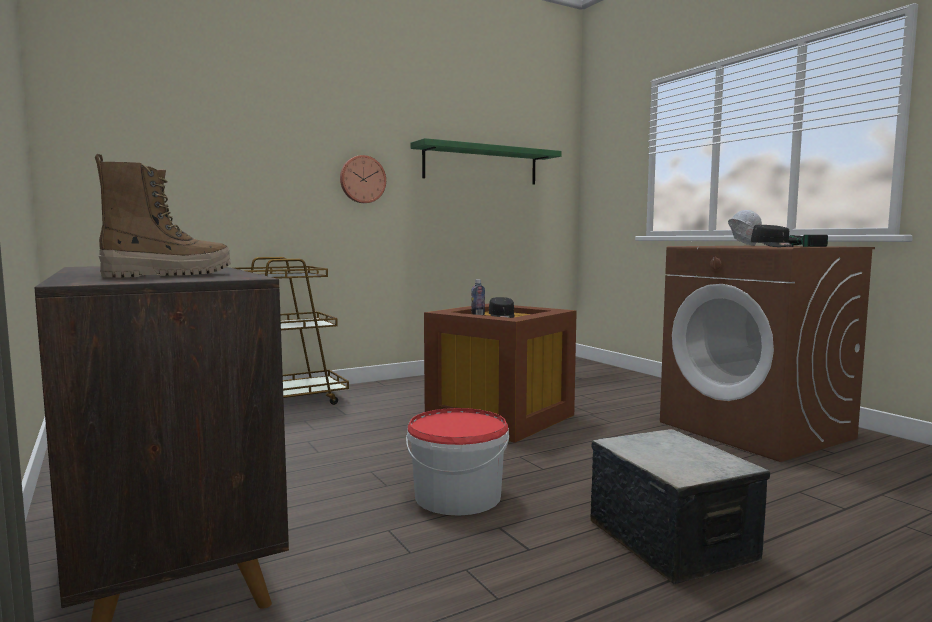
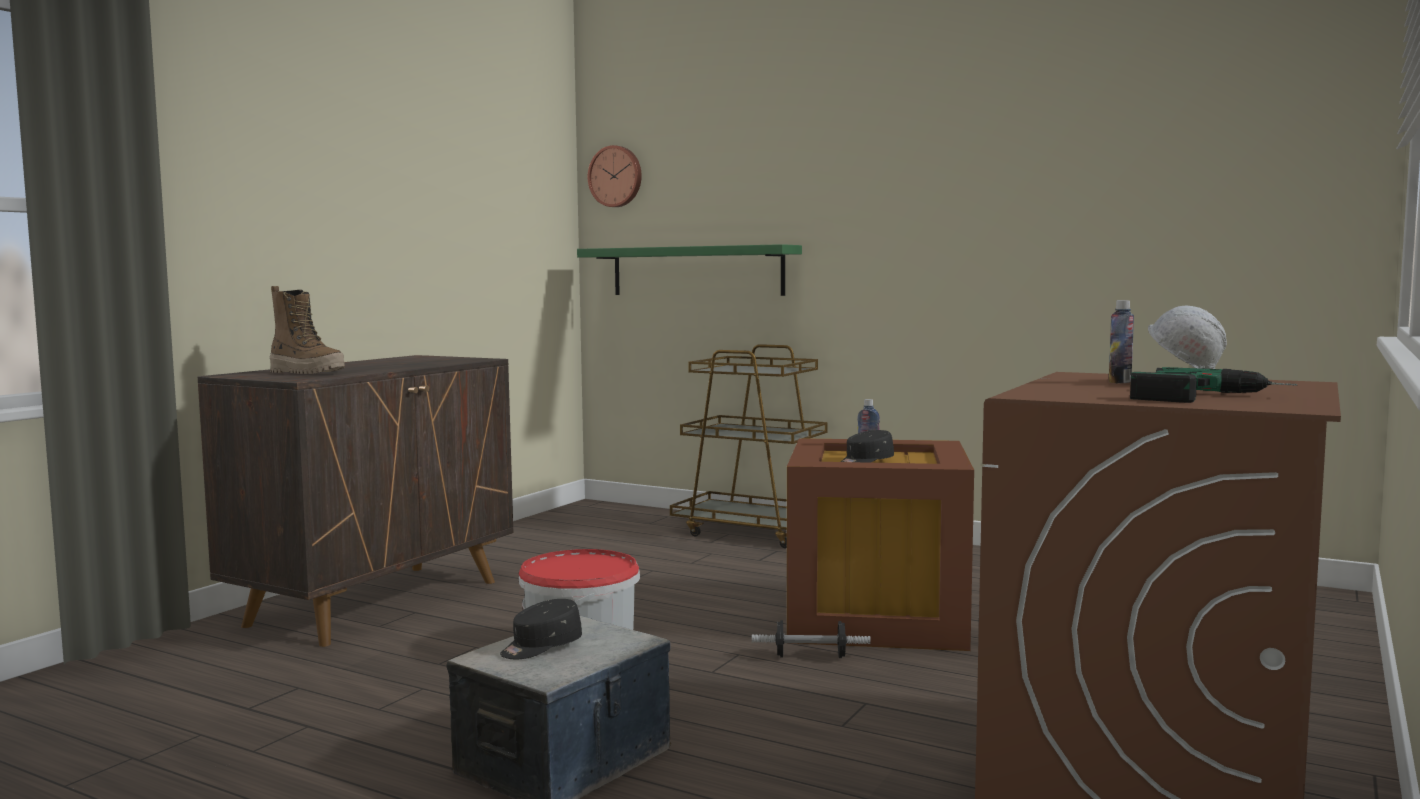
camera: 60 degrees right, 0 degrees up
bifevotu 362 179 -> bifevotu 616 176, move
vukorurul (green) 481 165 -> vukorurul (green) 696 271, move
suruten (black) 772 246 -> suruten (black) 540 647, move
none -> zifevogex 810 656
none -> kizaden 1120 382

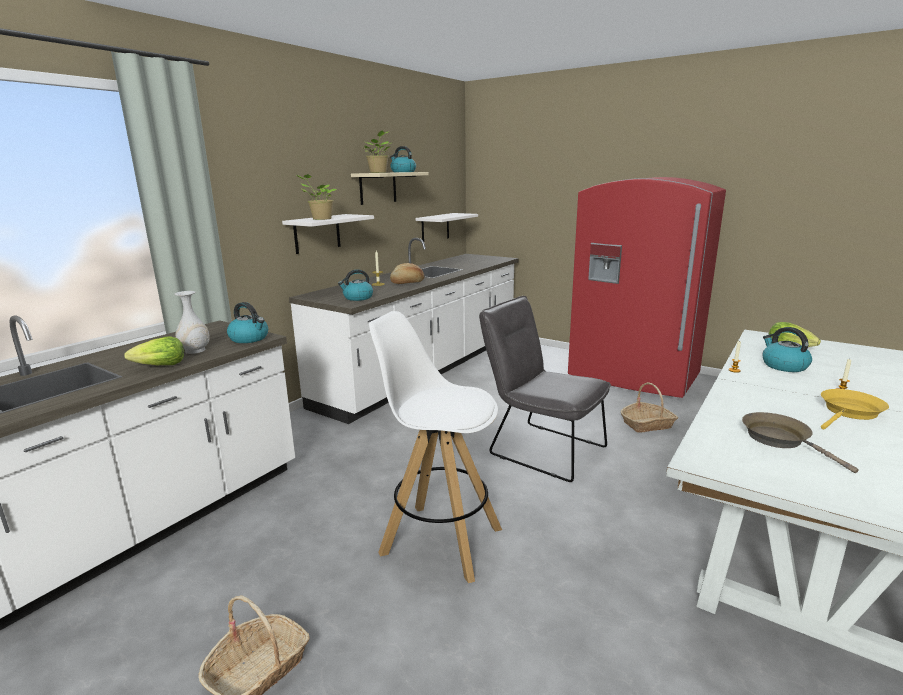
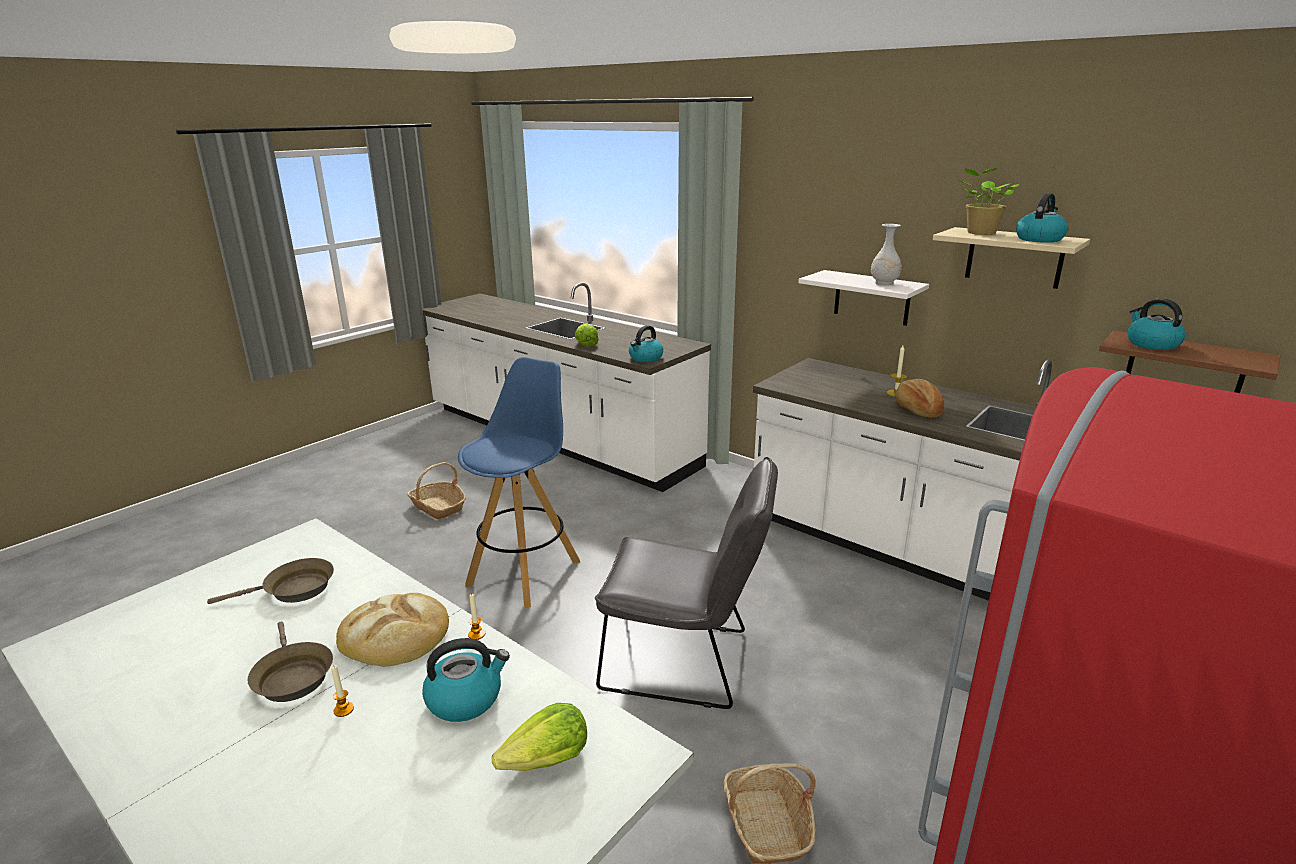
camera: 95 degrees right, 5 degrees up
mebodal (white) 195 350 -> mebodal (white) 884 283, move
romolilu 320 219 -> none
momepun 357 298 -> momepun 1151 344, move
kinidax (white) 440 540 -> kinidax (blue) 525 572
vukorurul (white) 435 228 -> vukorurul (brown) 1184 368
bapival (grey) 540 448 -> bapival (grey) 686 661, 60 degrees clockwise
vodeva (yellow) 849 412 -> vodeva (brown) 292 676
none -> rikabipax 395 634

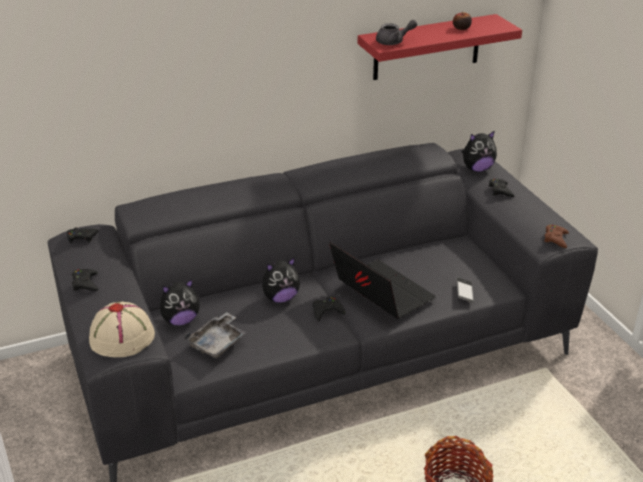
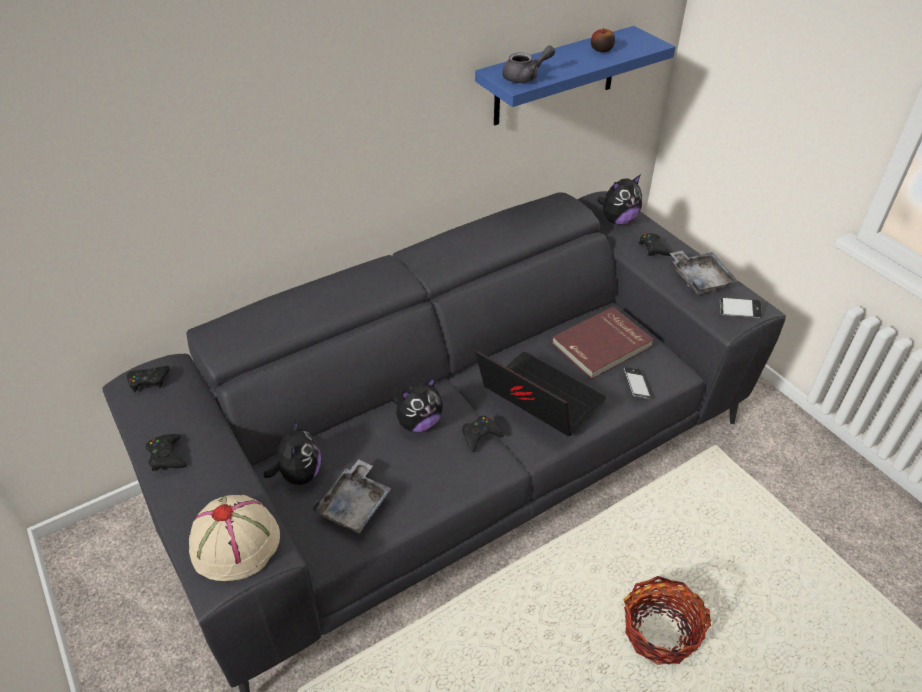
camera: 10 degrees left, 10 degrees up
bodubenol 180 320 -> bodubenol 299 474, 60 degrees counterclockwise
vukorurul (red) 427 47 -> vukorurul (blue) 555 76
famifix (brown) 556 239 -> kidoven 739 310
none -> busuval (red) 603 345
none -> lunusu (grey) 700 279

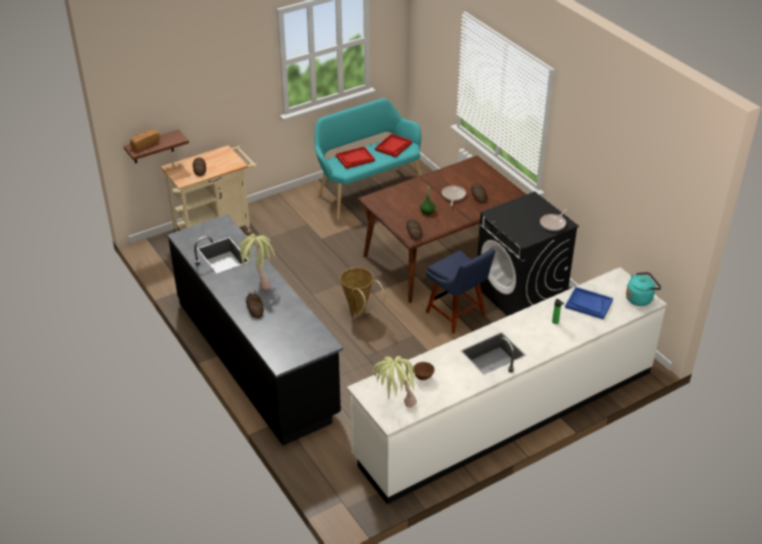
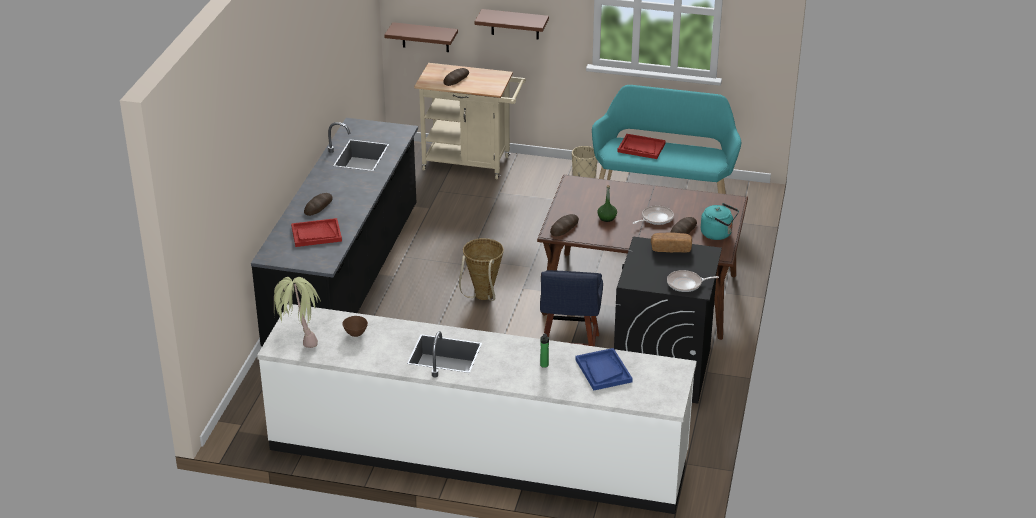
camera: 45 degrees right, 5 degrees down
rikabipax 145 144 -> rikabipax 671 248, move
romolilu 258 281 -> none
lunusu (red) 393 146 -> lunusu (red) 316 234, move
momepun (turquoise) 640 298 -> momepun (turquoise) 718 234, move
none -> vukorurul (brown) 515 24
none -> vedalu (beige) 584 176

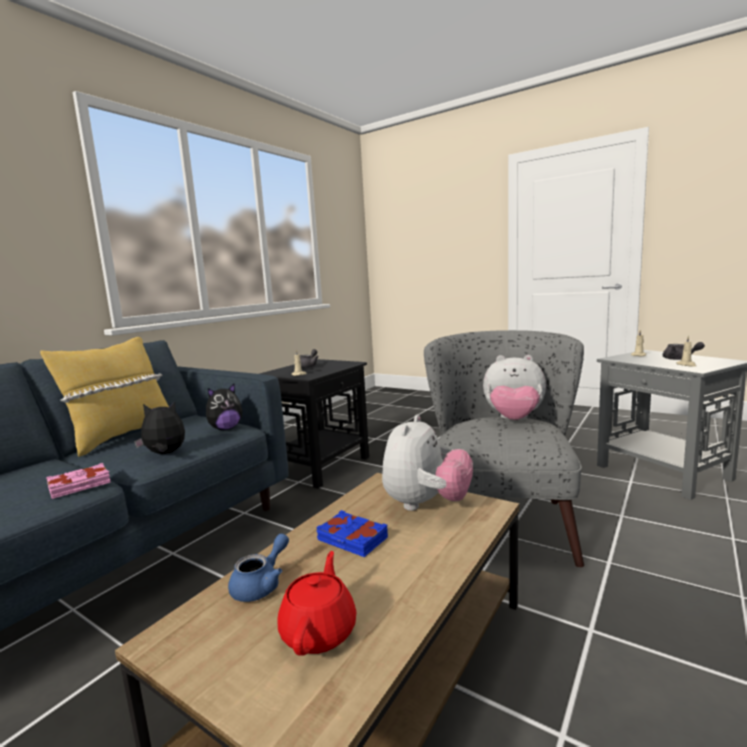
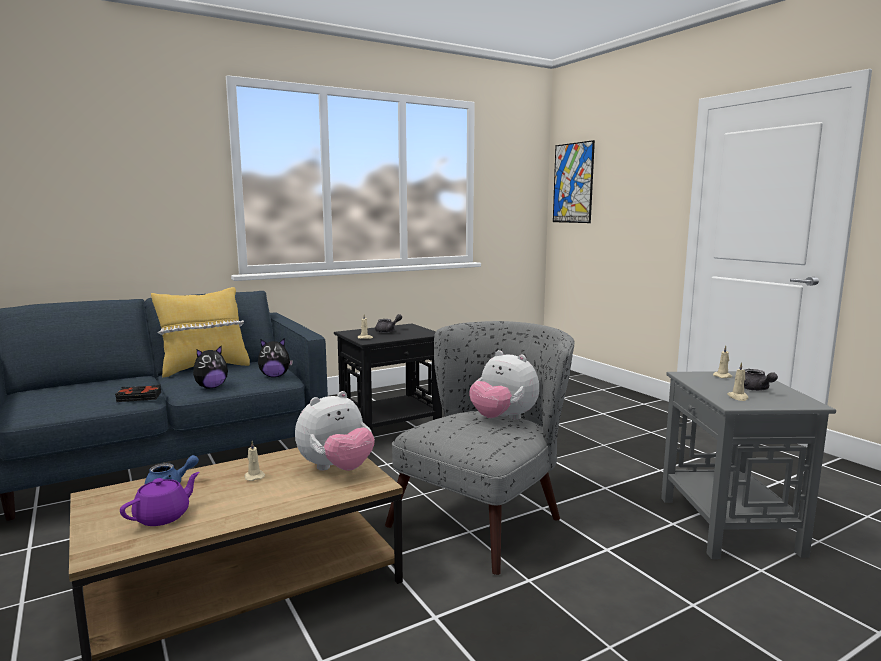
camera: 25 degrees right, 0 degrees up
busuval (pink) 80 486 -> busuval (black) 139 397
bodubenol 165 454 -> bodubenol 211 387, 120 degrees clockwise
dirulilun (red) 319 631 -> dirulilun (purple) 163 516
busuval (blue) 352 539 -> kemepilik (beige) 254 476
none -> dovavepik 573 183

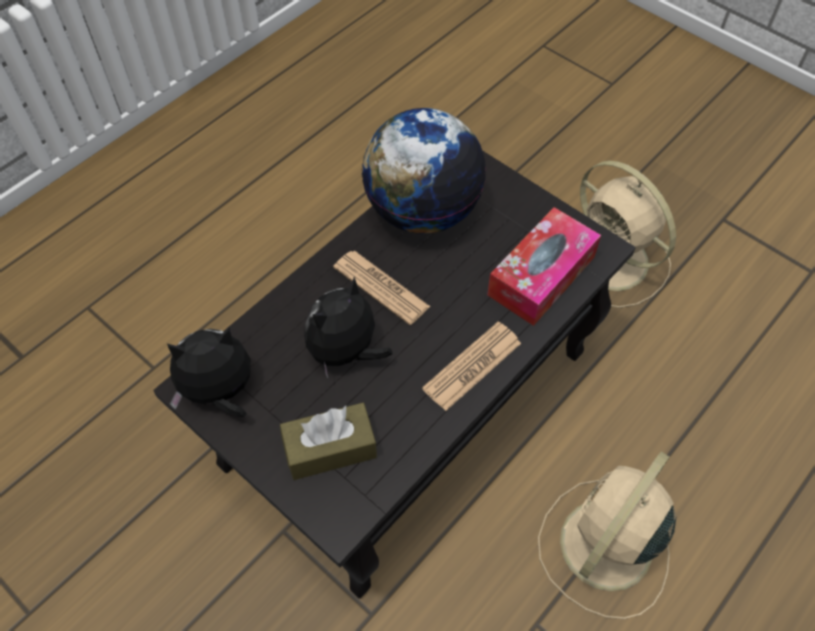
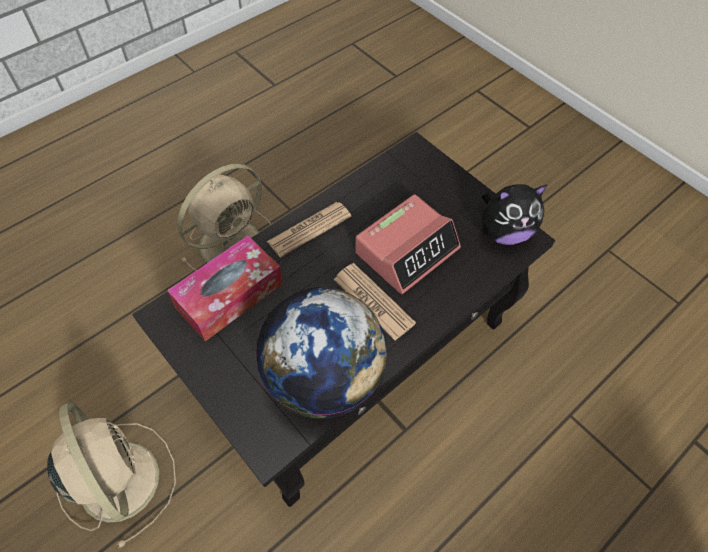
camera: 175 degrees left, 0 degrees up
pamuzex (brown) 330 448 -> none
bodubenol 346 352 -> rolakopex 407 250

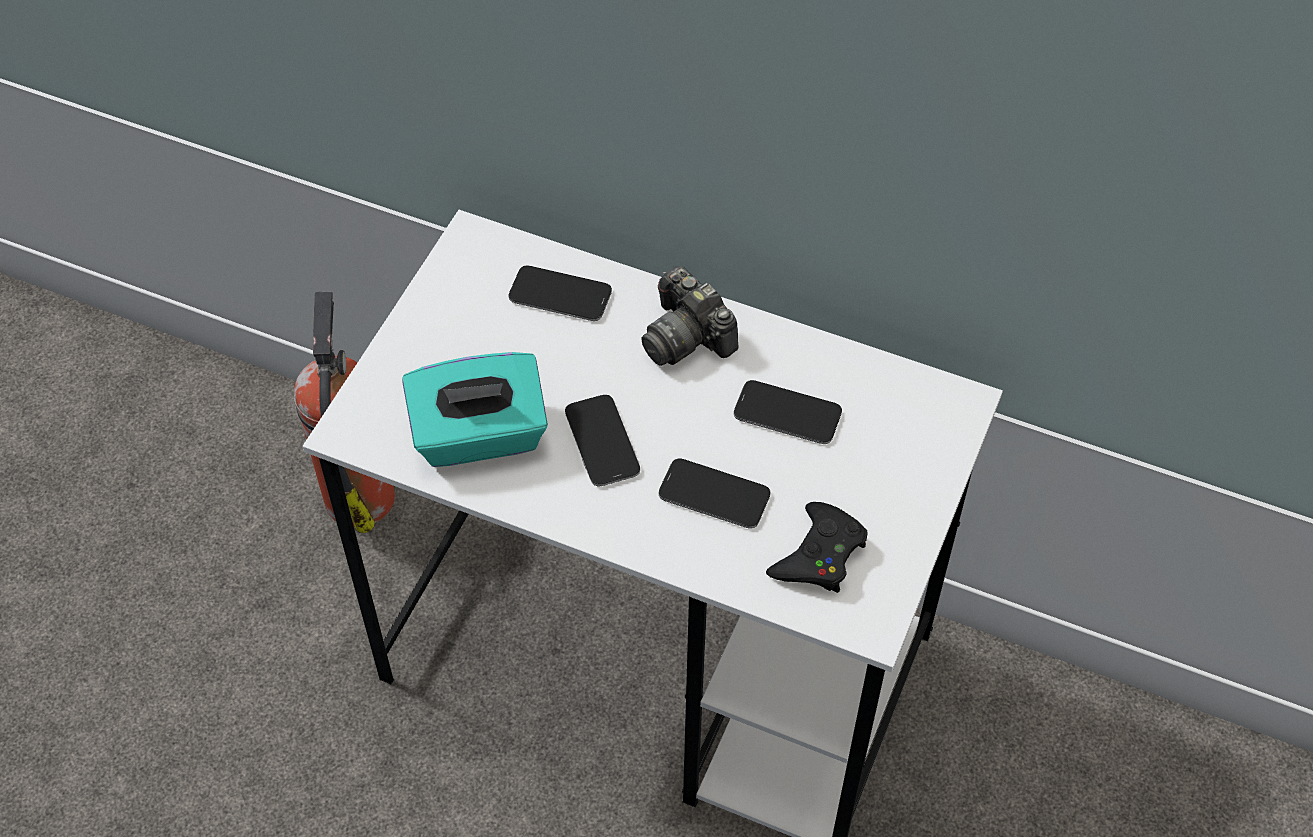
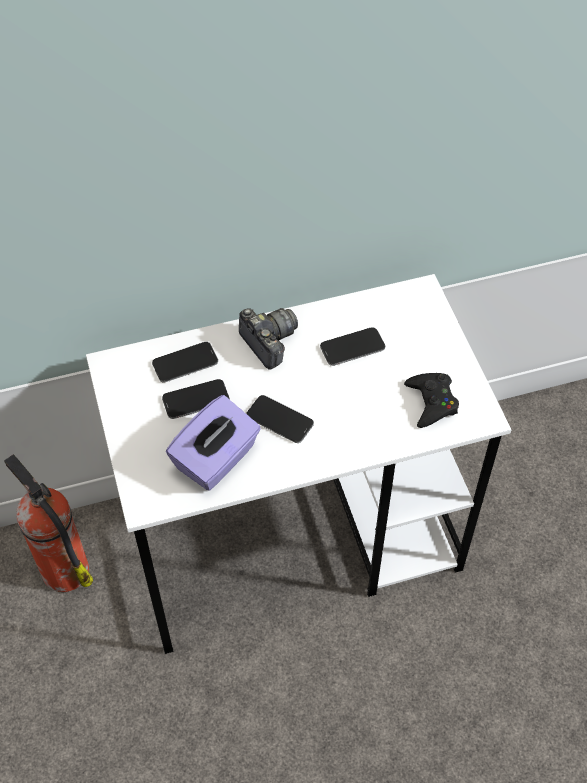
camera: 40 degrees left, 0 degrees up
pamuzex (turquoise) 480 436 -> pamuzex (purple) 216 459
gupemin 686 336 -> gupemin 268 342, 135 degrees counterclockwise
kidoven 714 495 -> kidoven 196 400, move

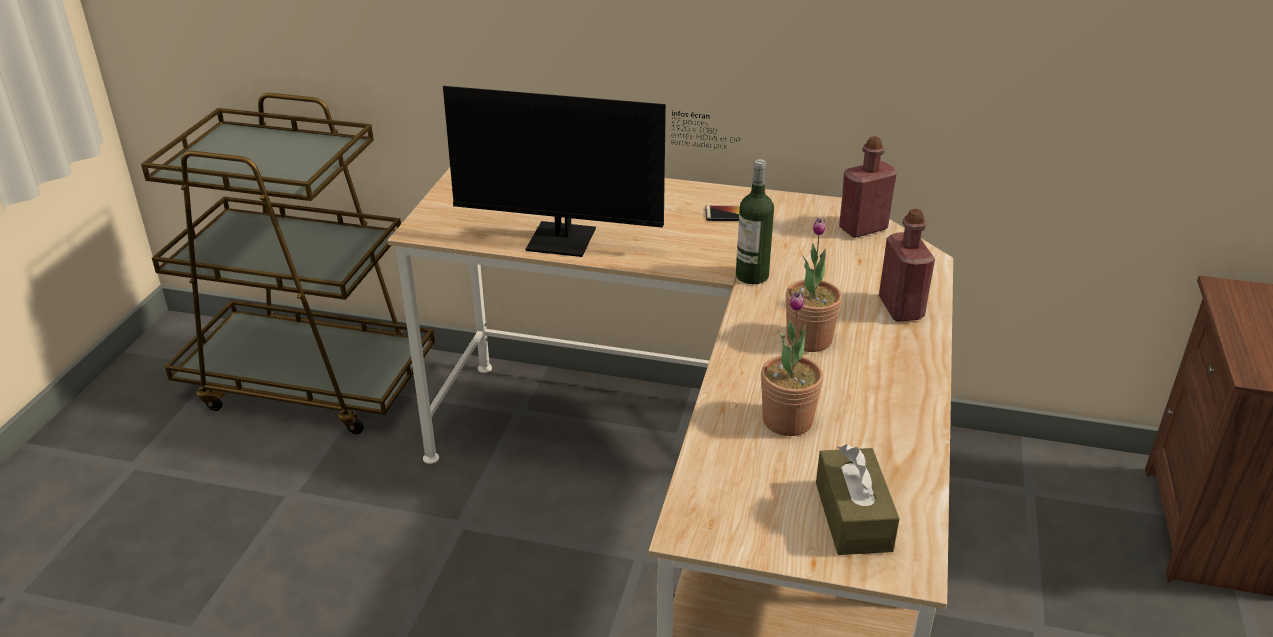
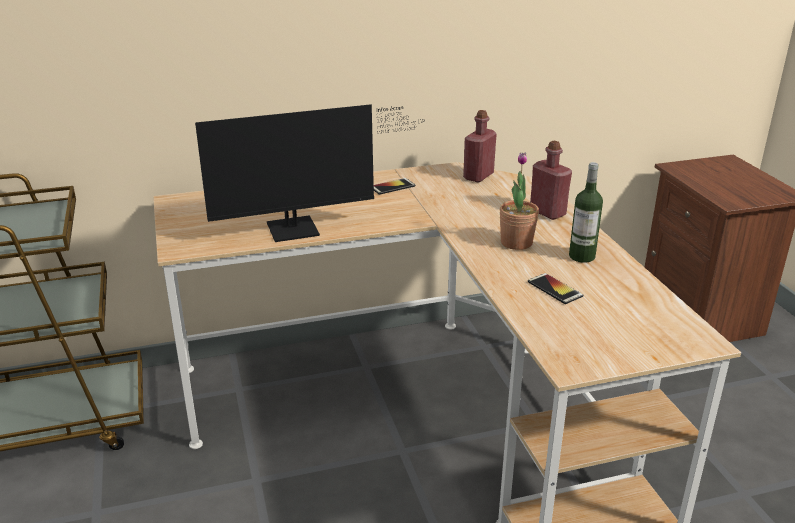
camera: 30 degrees left, 5 degrees down
kizaden 752 276 -> kizaden 582 256, move
romolilu 787 421 -> kidoven 554 289
pamuzex (brown) 853 516 -> none

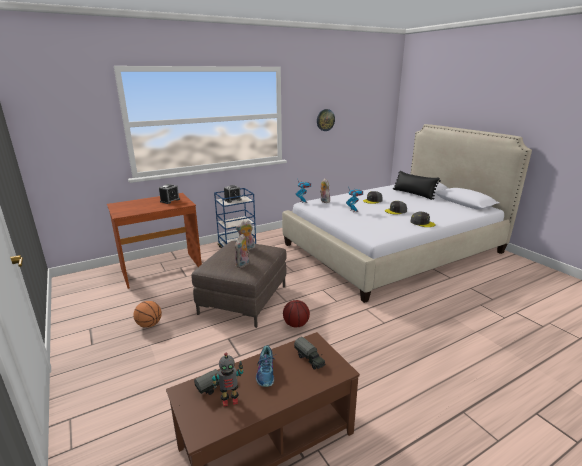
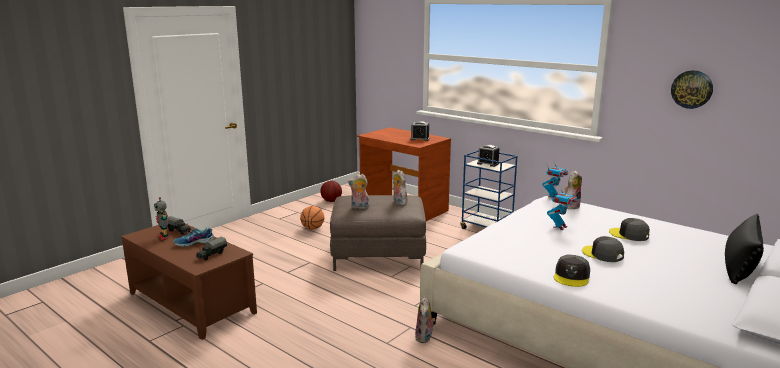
camera: 70 degrees right, 5 degrees down
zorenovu 296 324 -> zorenovu 331 201, move
none -> bodubenol 425 338

